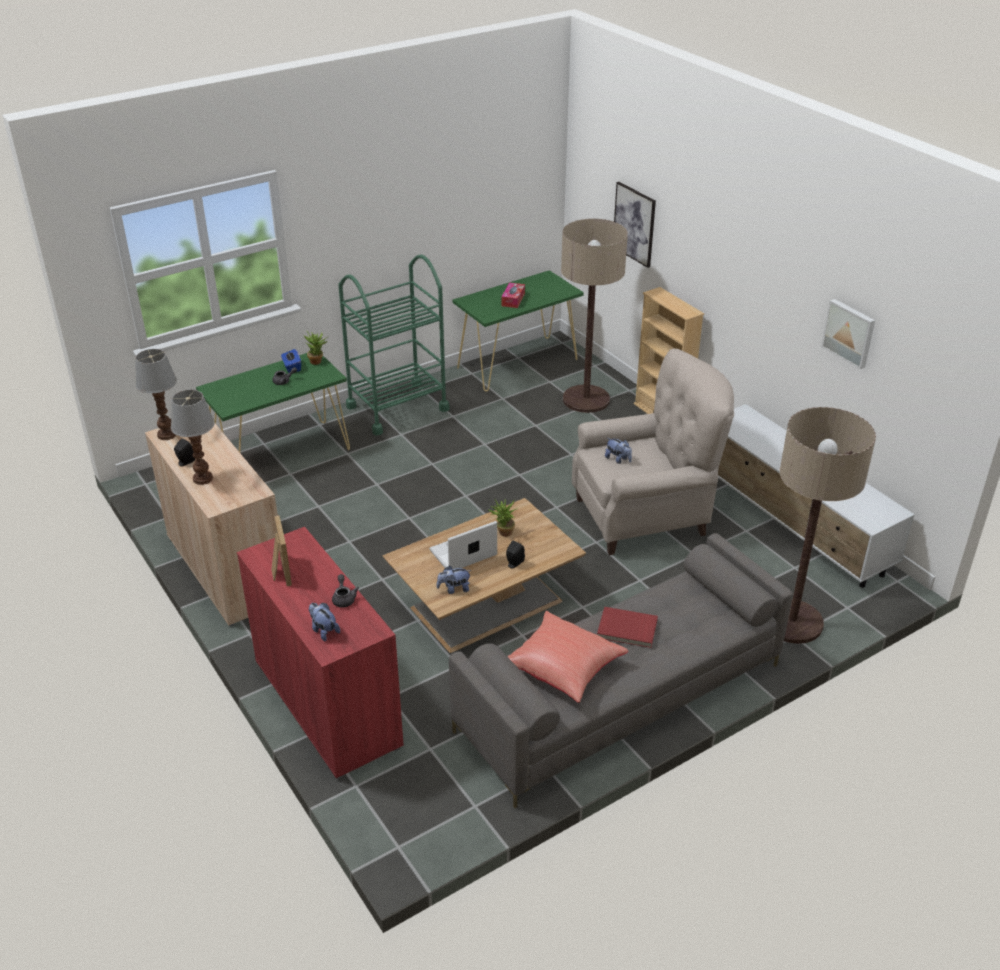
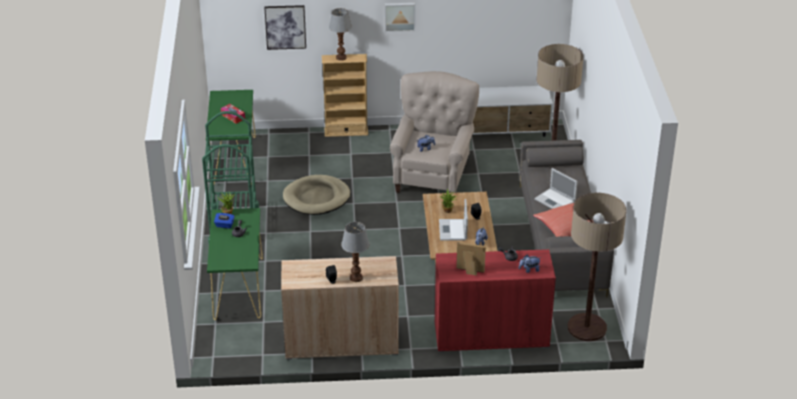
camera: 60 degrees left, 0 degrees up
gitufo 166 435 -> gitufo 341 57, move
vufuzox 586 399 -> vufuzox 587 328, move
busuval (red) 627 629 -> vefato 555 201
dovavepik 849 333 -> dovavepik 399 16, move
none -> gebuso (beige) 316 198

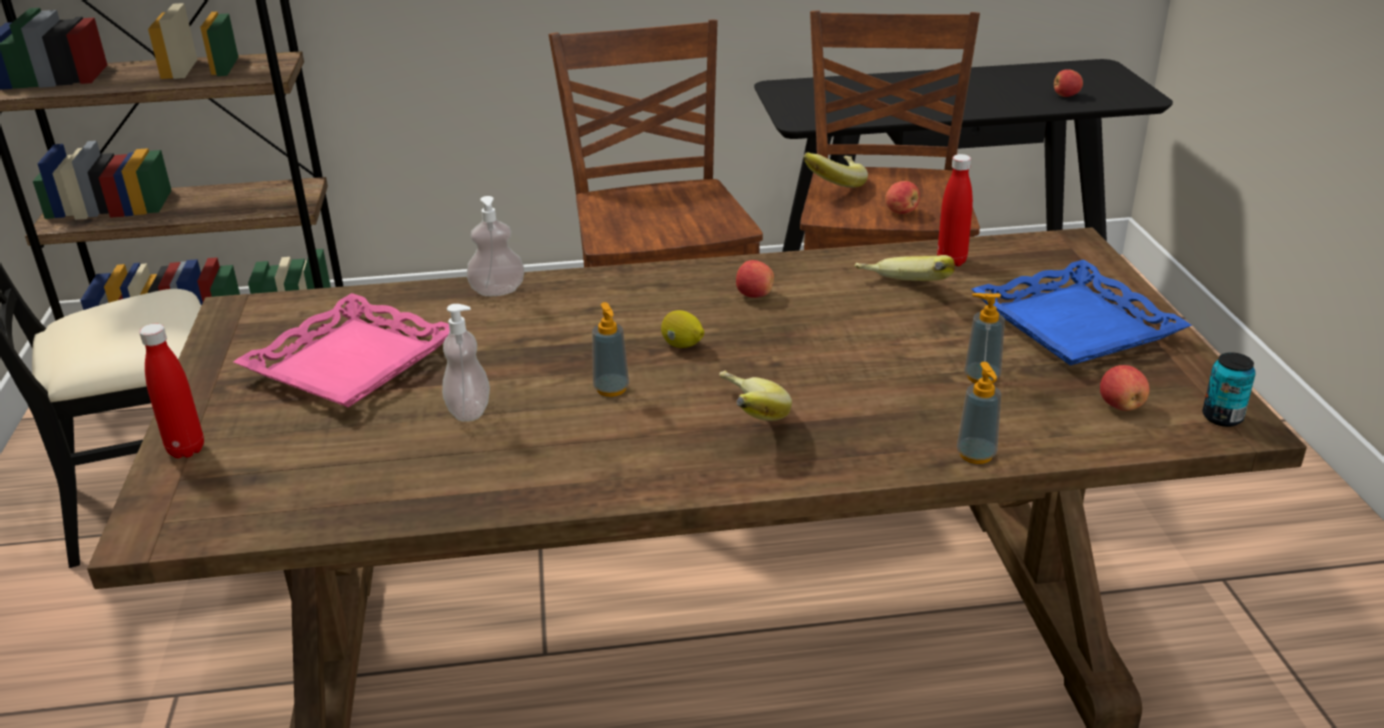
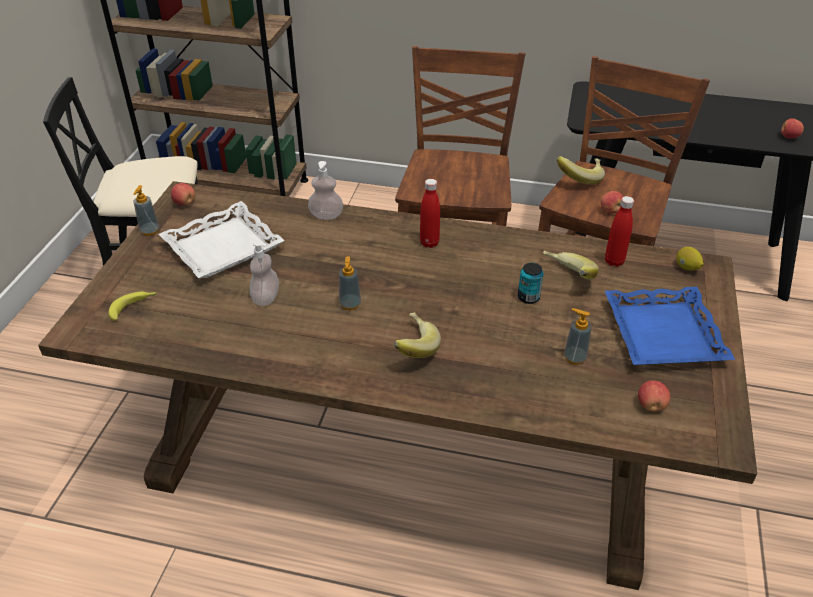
camera: 20 degrees right, 10 degrees up
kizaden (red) 186 449 -> kizaden (red) 429 243, move
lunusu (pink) 350 362 -> lunusu (white) 223 246
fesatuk 682 345 -> fesatuk 686 267, move
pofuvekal 754 295 -> pofuvekal 184 203, move
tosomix 976 454 -> tosomix 150 231, move
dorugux 1222 417 -> dorugux 528 297, move
none -> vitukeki 133 307

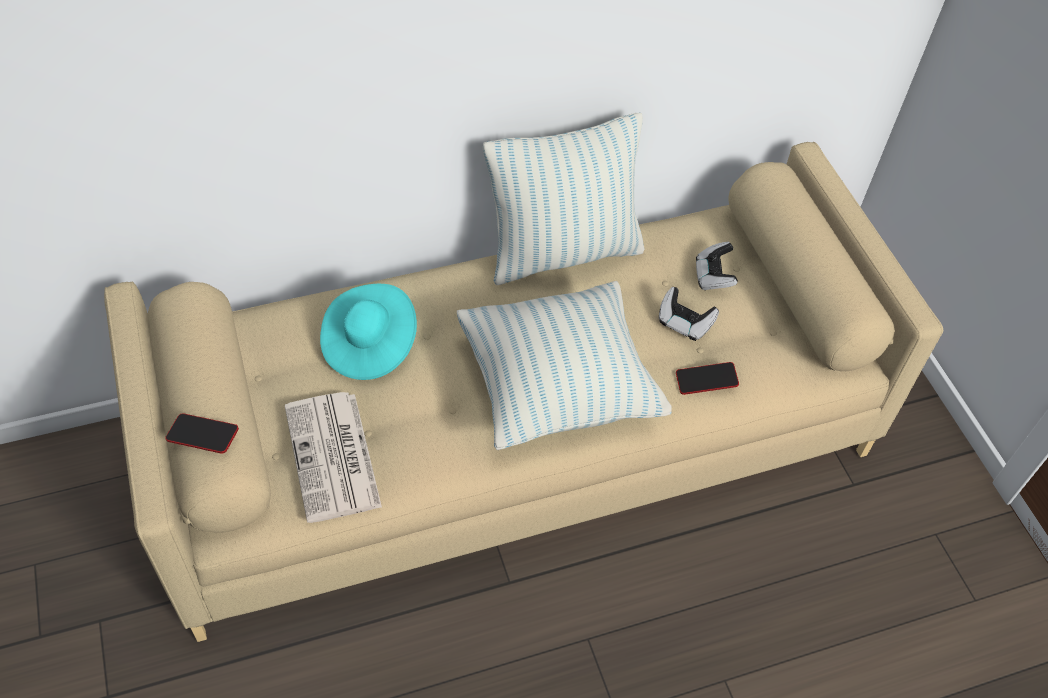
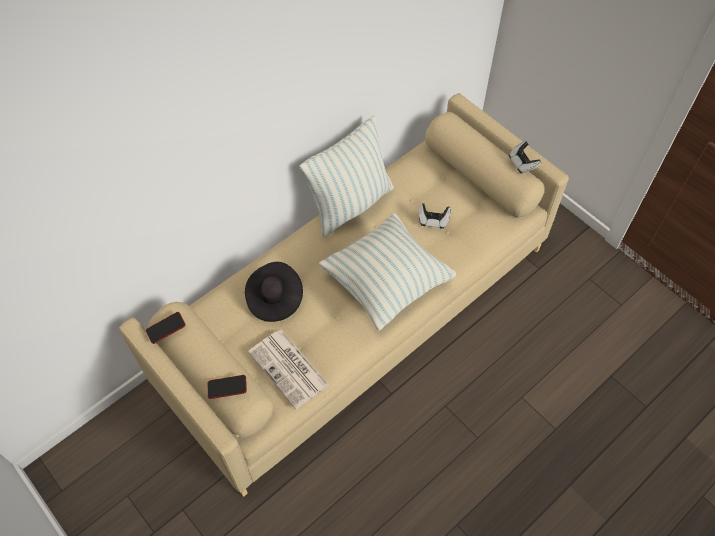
camera: 20 degrees left, 5 degrees up
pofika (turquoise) 369 345 -> pofika (black) 274 299
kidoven 706 381 -> kidoven 166 329, move
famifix 713 276 -> famifix 522 163, move

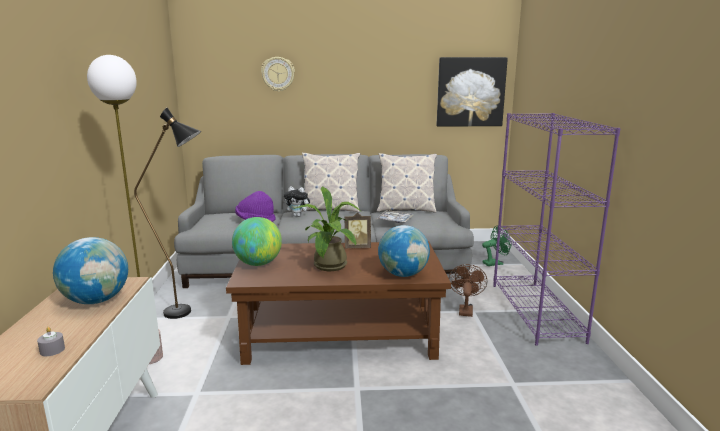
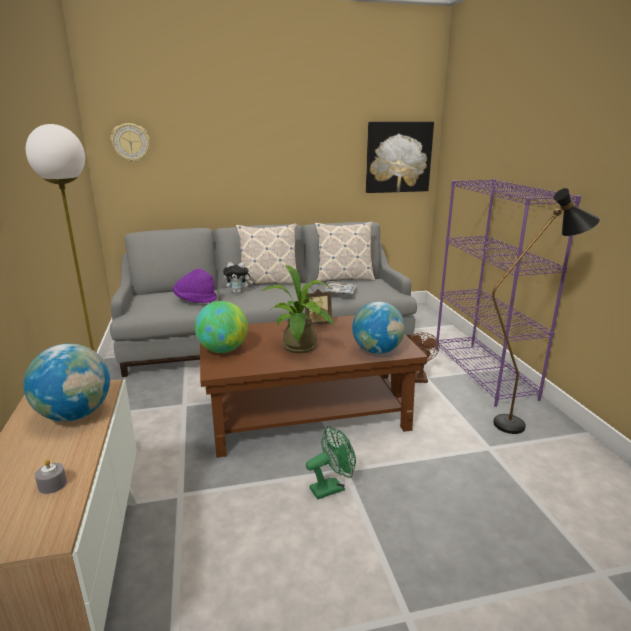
camera: 10 degrees left, 5 degrees up
vufuzox (black) 187 312 -> vufuzox (black) 520 424, move
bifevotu 278 74 -> bifevotu 131 143, move
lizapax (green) 495 263 -> lizapax (green) 331 487, move

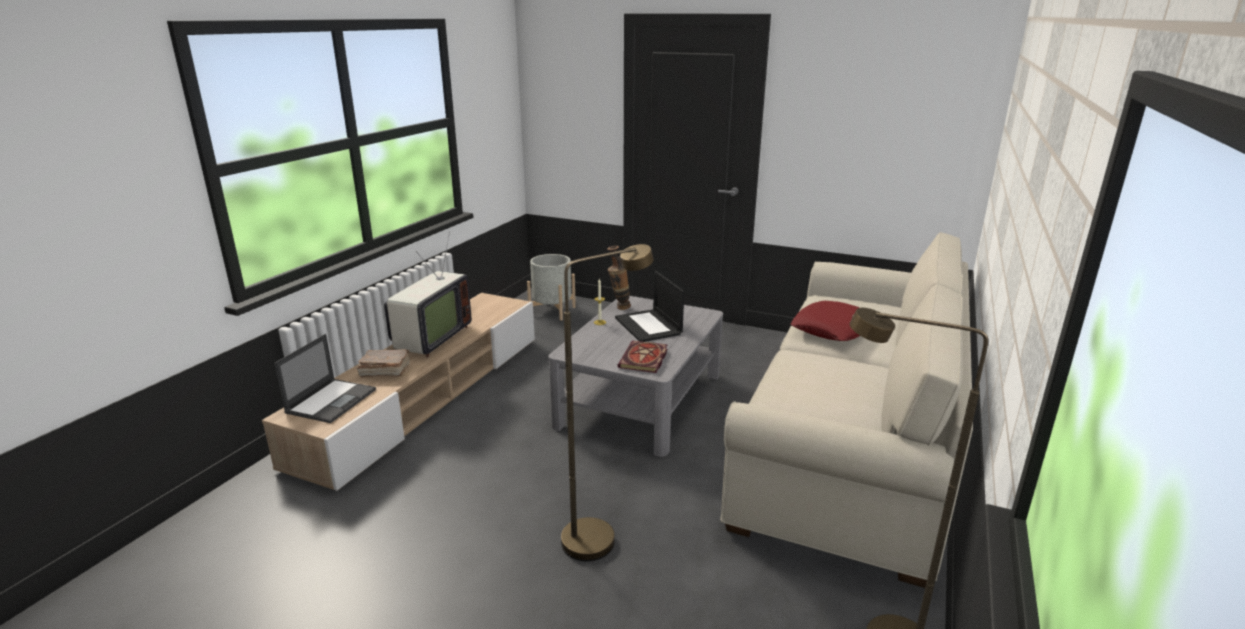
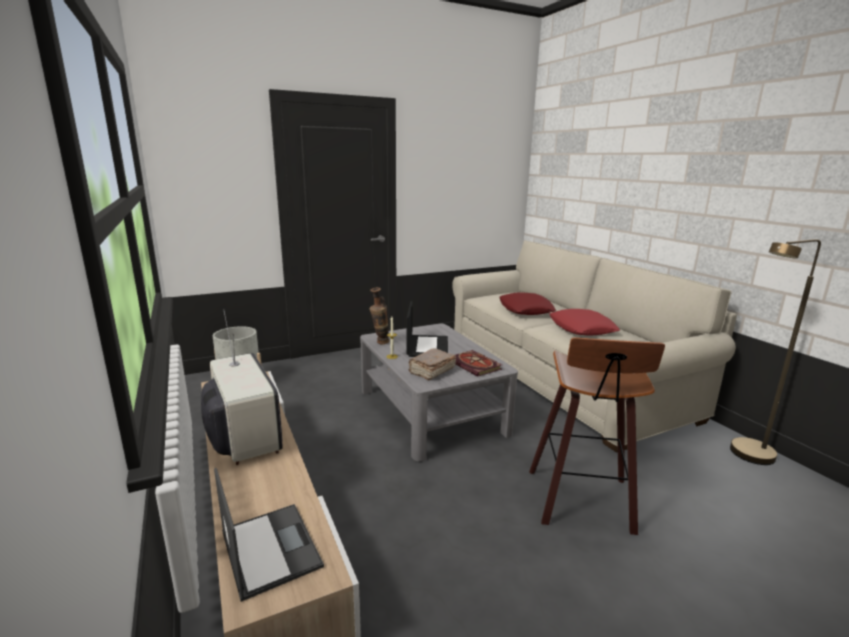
camera: 50 degrees left, 5 degrees down
busuval (brown) 384 371 -> busuval (brown) 431 371, move
vufuzox (brown) 600 535 -> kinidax 583 503
vefato 649 326 -> vefato 427 346, 105 degrees counterclockwise
none -> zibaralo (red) 582 328

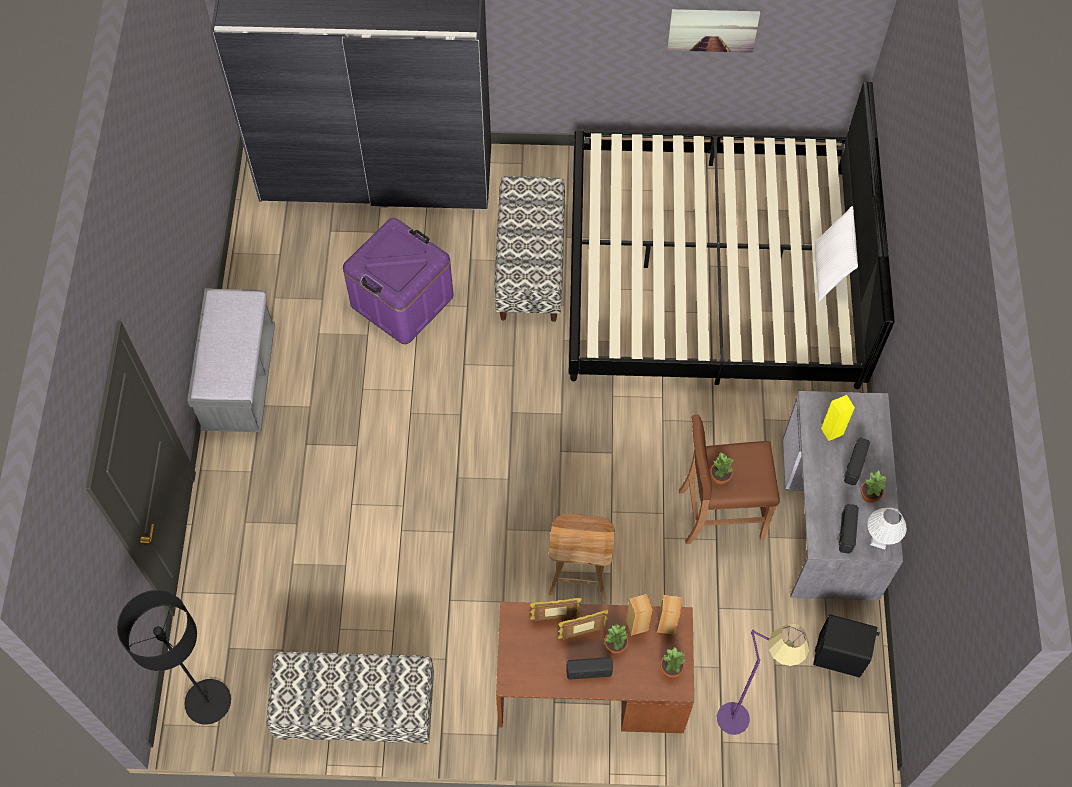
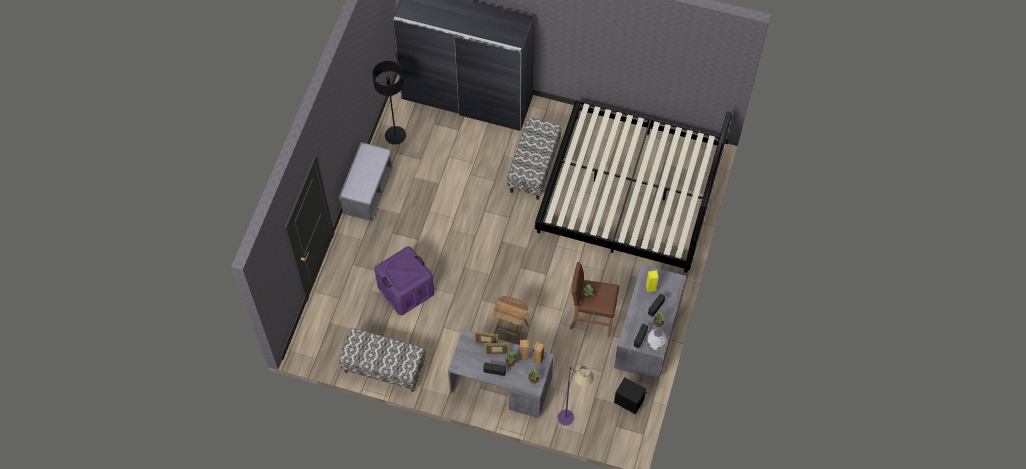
camera: 15 degrees right, 0 degrees up
vufuzox (black) 208 702 -> vufuzox (black) 395 136, move
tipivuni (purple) 402 301 -> tipivuni (purple) 406 290, move
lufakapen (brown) 590 686 -> lufakapen (grey) 500 385
dovavepik 712 30 -> none
zibaralo (white) 829 271 -> none

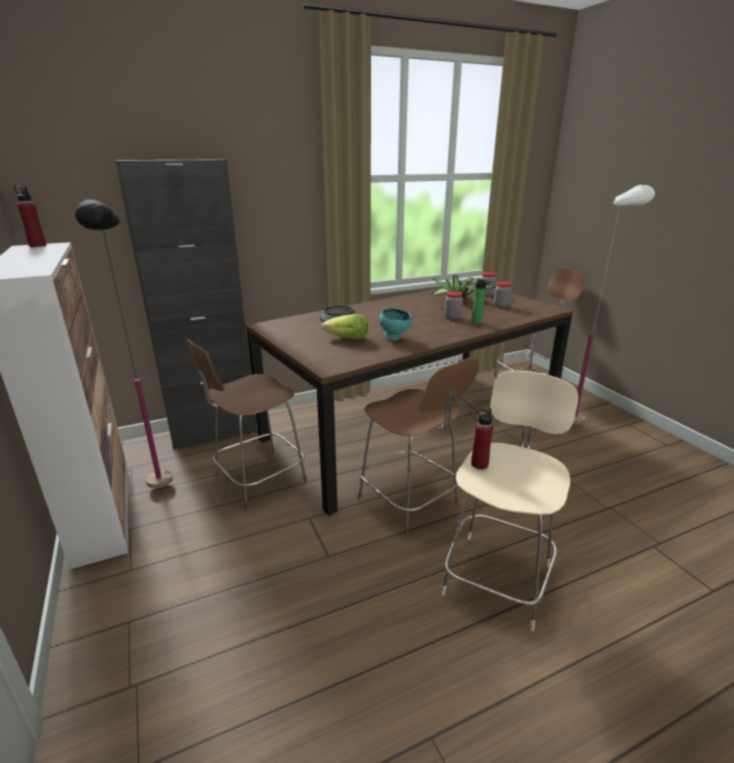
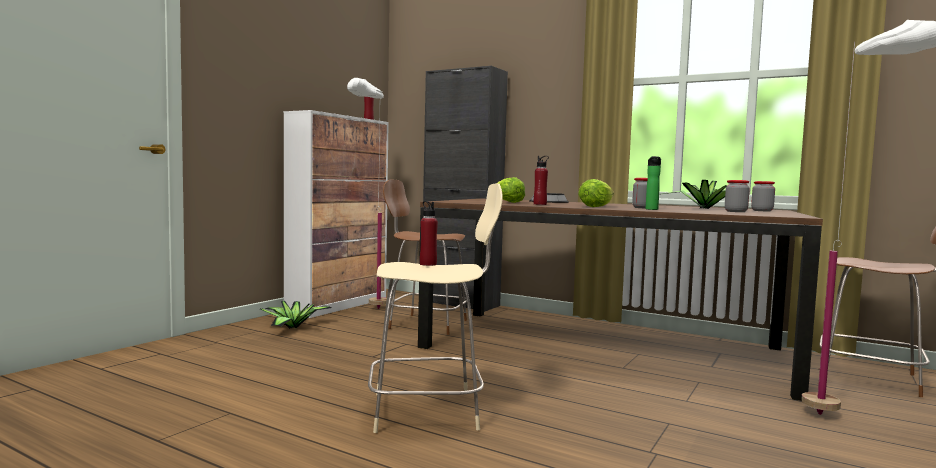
camera: 55 degrees right, 20 degrees down
vufuzox (black) 162 499 -> vufuzox (white) 367 312
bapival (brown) 410 502 -> none
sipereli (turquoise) 395 338 -> kizaden (red) 540 204
none -> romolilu 292 327
none -> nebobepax 596 206

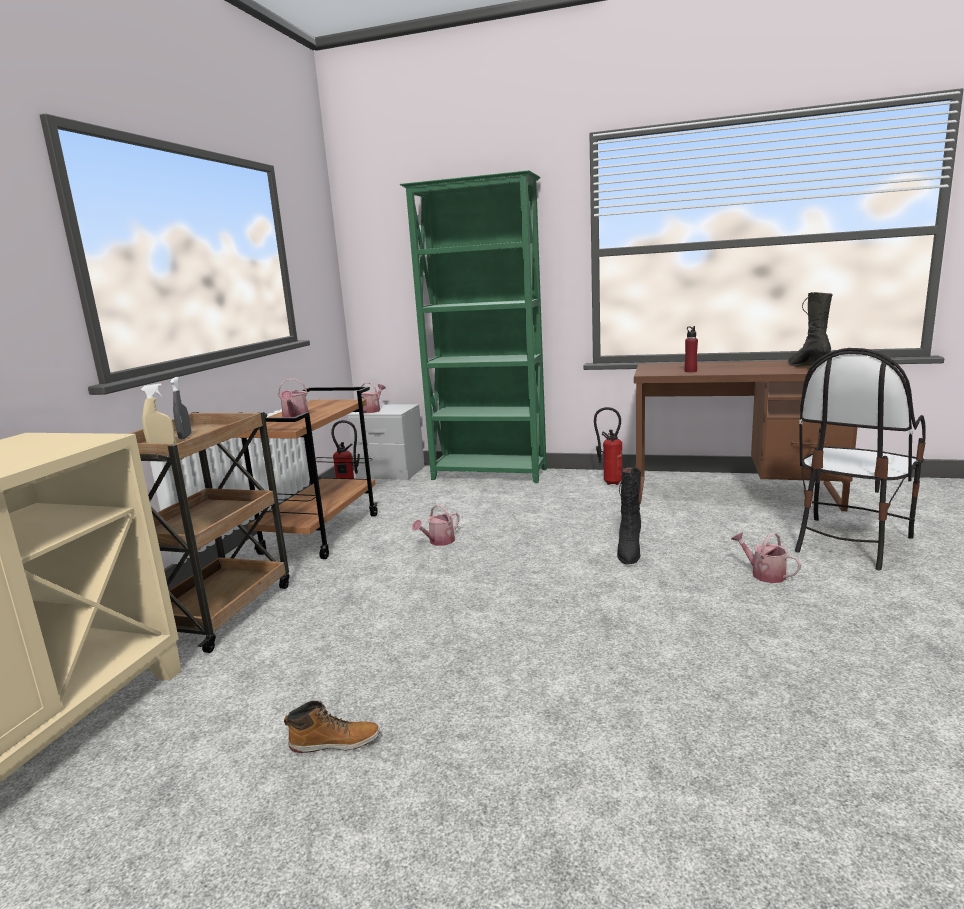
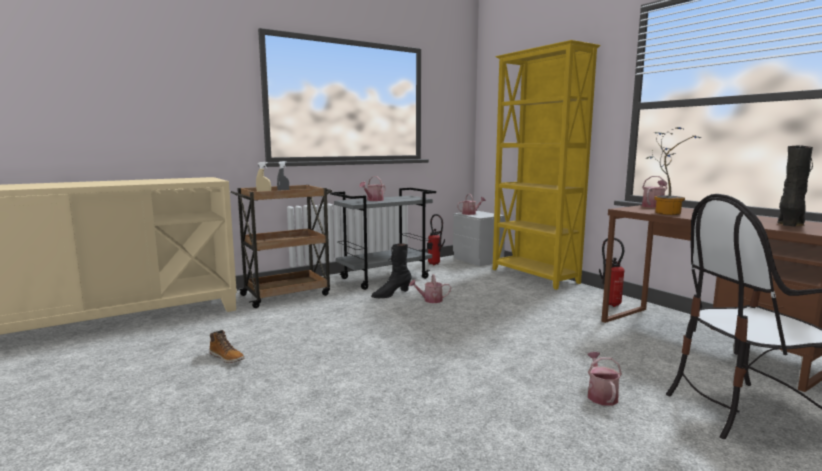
camera: 40 degrees right, 5 degrees down
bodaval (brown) 321 533 -> bodaval (grey) 385 278
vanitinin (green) 490 475 -> vanitinin (yellow) 534 276
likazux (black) 629 551 -> likazux (black) 391 294, move
kizaden (red) 690 371 -> romolilu 665 212
none -> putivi 653 206

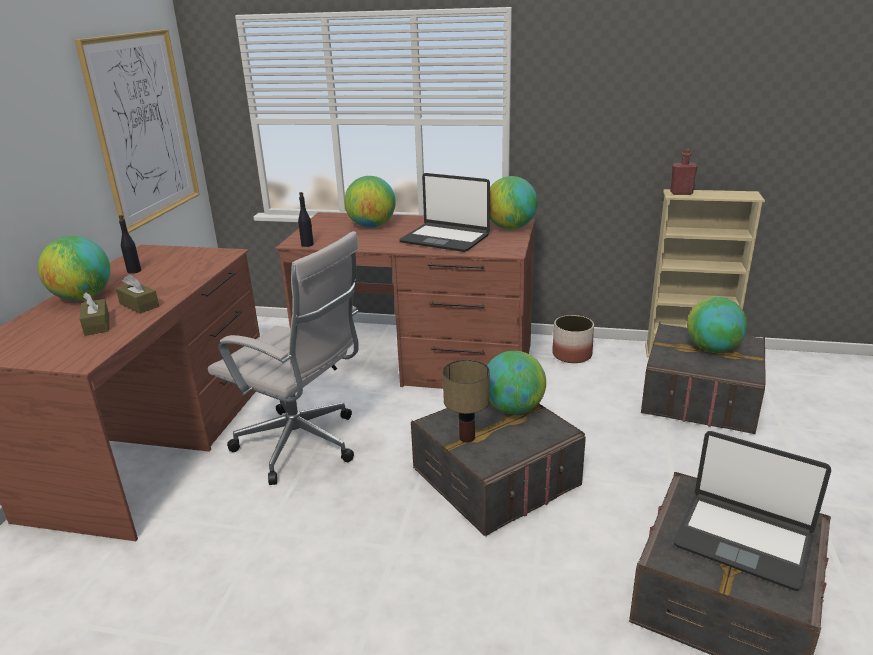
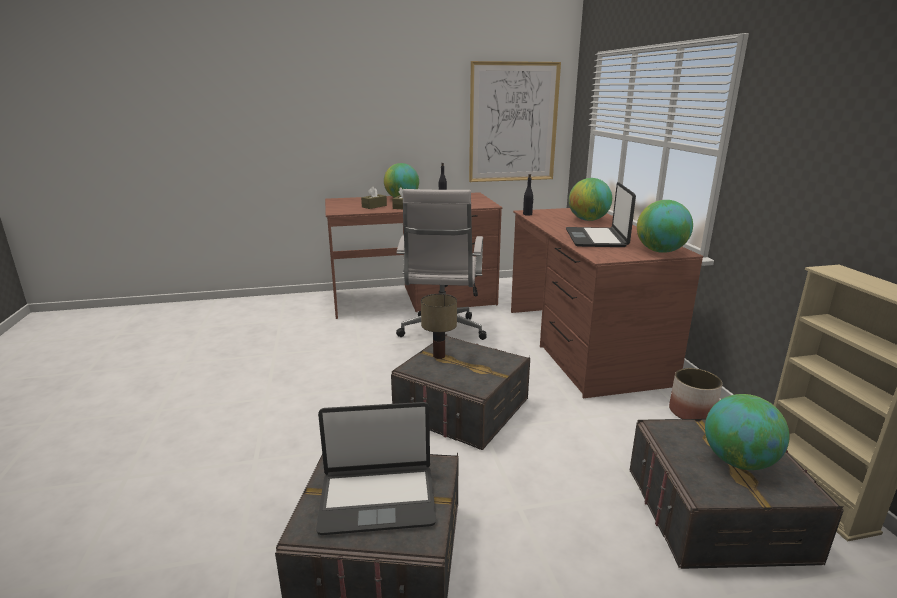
camera: 65 degrees right, 5 degrees down
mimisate 513 409 -> none
kizaden (red) 681 193 -> none
vefato 743 539 -> vefato 377 498, 105 degrees counterclockwise

